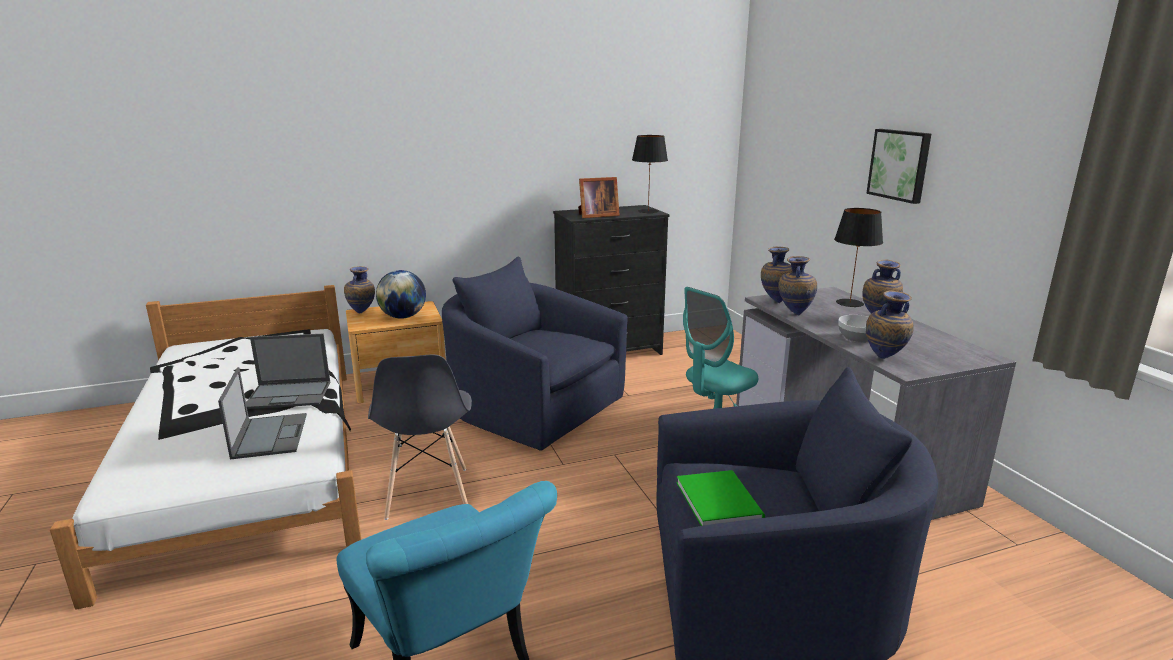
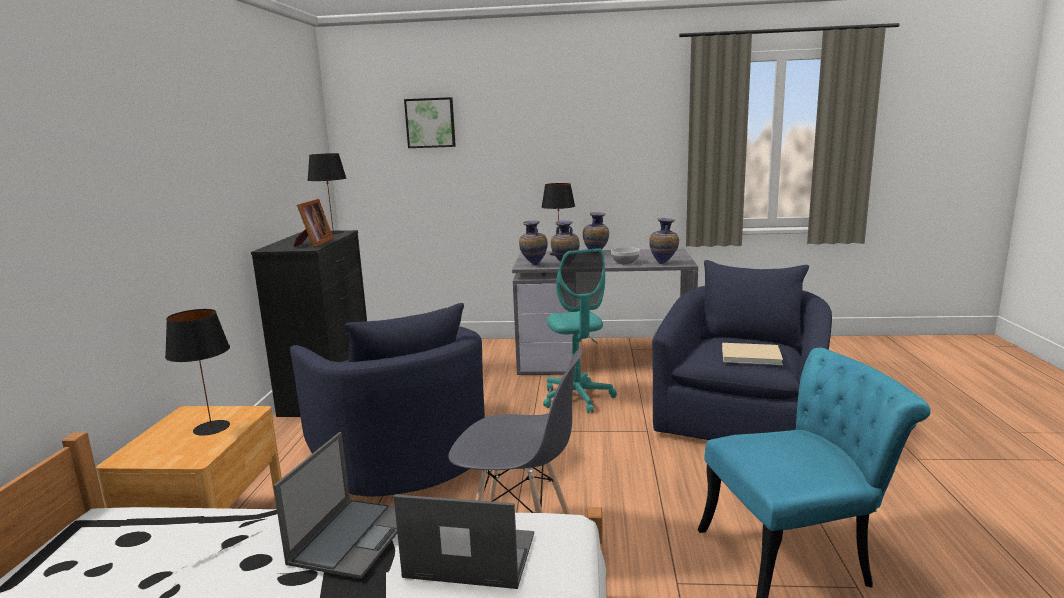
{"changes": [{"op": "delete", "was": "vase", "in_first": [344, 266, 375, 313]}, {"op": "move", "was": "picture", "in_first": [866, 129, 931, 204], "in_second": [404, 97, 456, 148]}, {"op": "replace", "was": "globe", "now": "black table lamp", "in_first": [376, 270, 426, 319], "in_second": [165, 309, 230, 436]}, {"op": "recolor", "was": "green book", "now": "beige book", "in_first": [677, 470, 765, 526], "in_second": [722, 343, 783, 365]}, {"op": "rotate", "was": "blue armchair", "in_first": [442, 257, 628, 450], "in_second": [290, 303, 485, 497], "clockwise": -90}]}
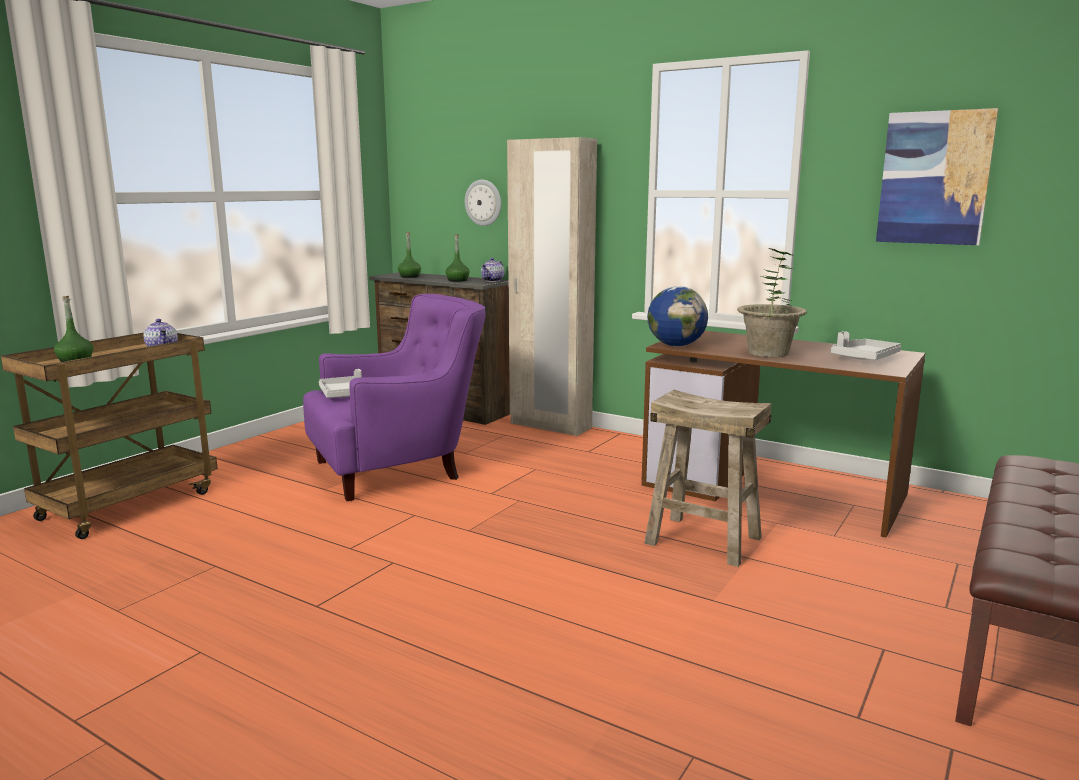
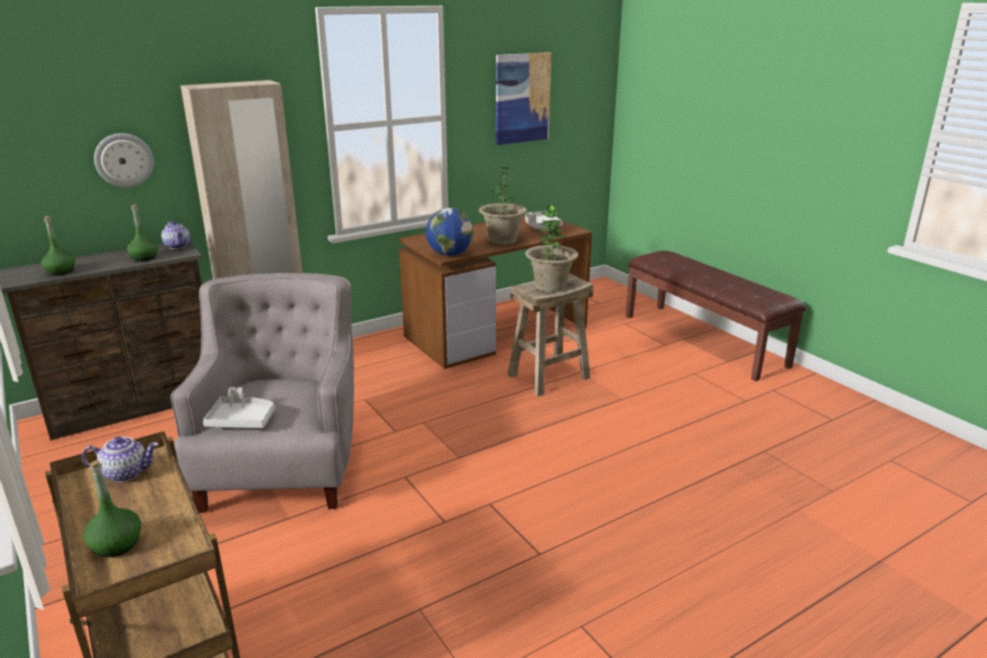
{"changes": [{"op": "insert", "now": "potted plant", "in_second": [525, 205, 579, 292]}, {"op": "recolor", "was": "purple armchair", "now": "grey armchair", "in_first": [303, 294, 486, 501], "in_second": [171, 273, 354, 513]}]}
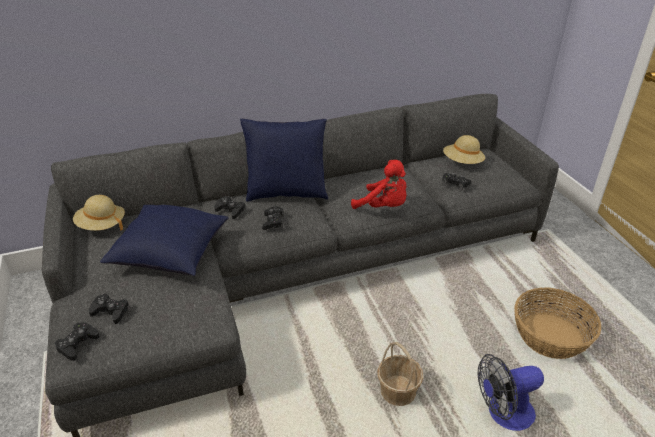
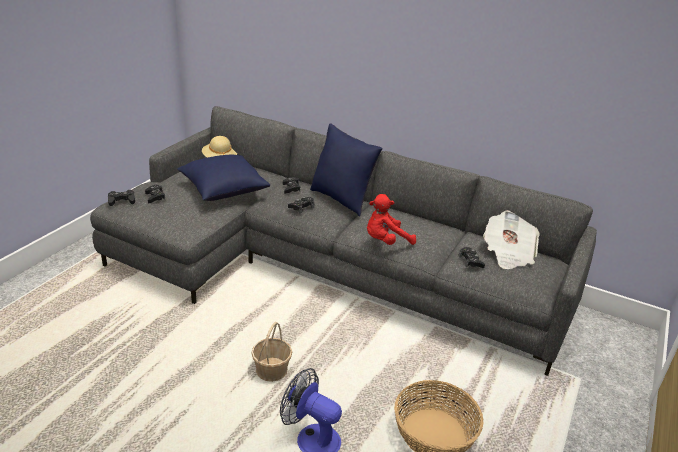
{"changes": [{"op": "replace", "was": "beige hat", "now": "newspaper", "in_first": [443, 135, 485, 164], "in_second": [483, 210, 540, 269]}, {"op": "rotate", "was": "red plush toy", "in_first": [351, 160, 406, 209], "in_second": [367, 194, 416, 245], "clockwise": 75}]}
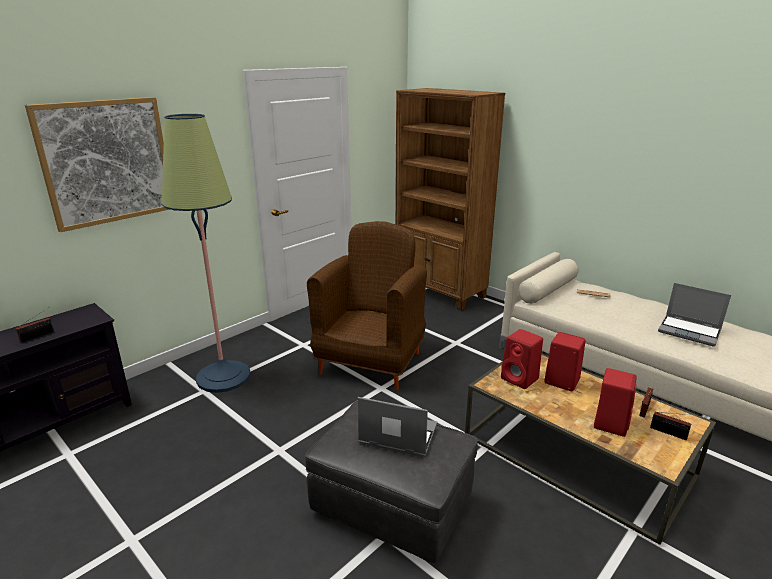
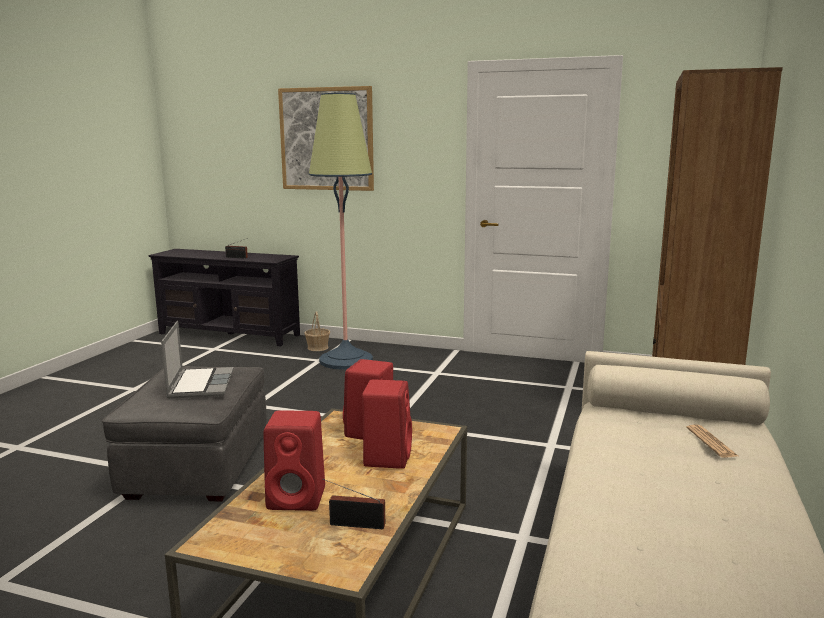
{"changes": [{"op": "delete", "was": "brown armchair", "in_first": [307, 221, 427, 391]}, {"op": "delete", "was": "radio", "in_first": [650, 412, 699, 440]}, {"op": "delete", "was": "laptop", "in_first": [658, 283, 731, 346]}, {"op": "insert", "now": "basket", "in_second": [304, 311, 330, 351]}]}
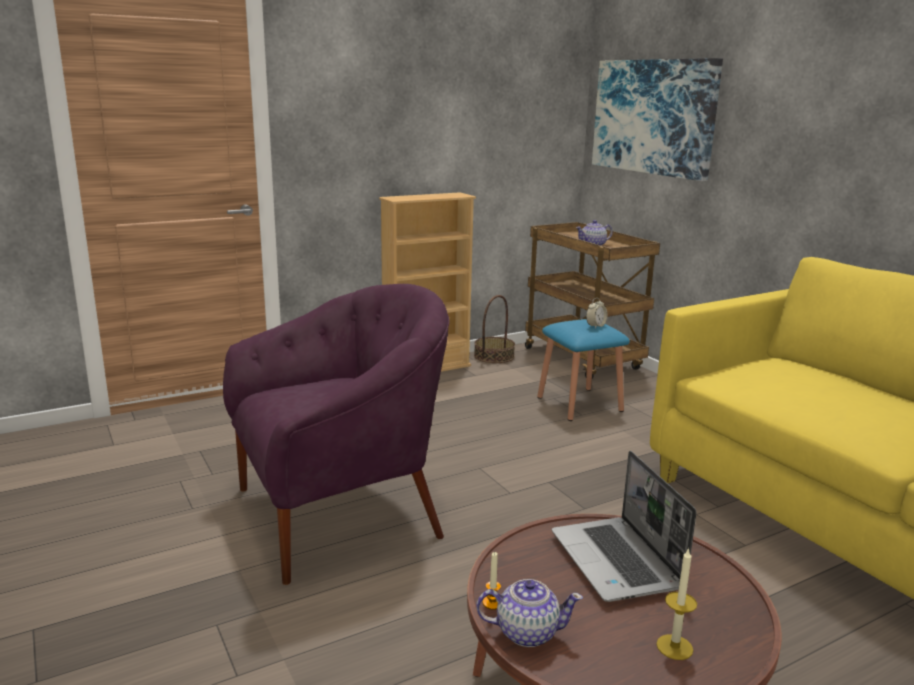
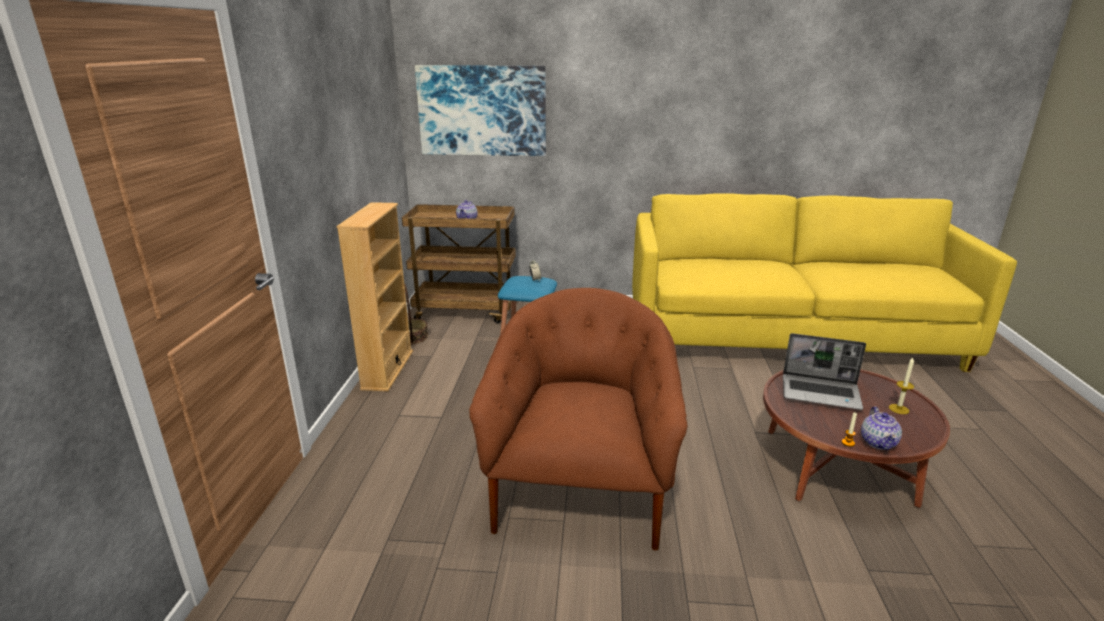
{"changes": [{"op": "recolor", "was": "purple armchair", "now": "brown armchair", "in_first": [223, 284, 449, 585], "in_second": [469, 288, 688, 550]}, {"op": "rotate", "was": "teapot", "in_first": [476, 579, 583, 647], "in_second": [861, 406, 902, 450], "clockwise": 150}]}
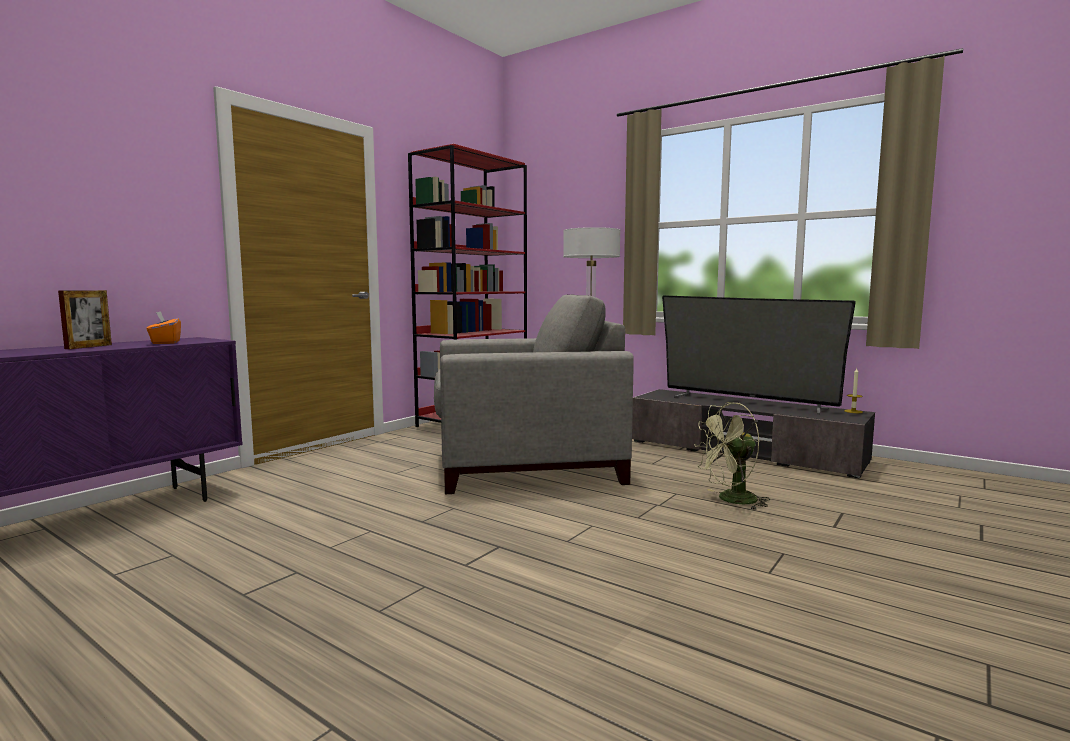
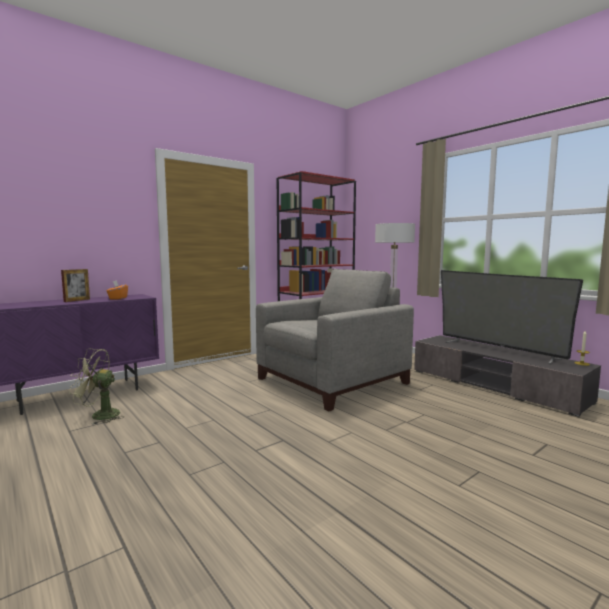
{"changes": [{"op": "move", "was": "green fan", "in_first": [694, 402, 770, 510], "in_second": [69, 349, 125, 425]}, {"op": "rotate", "was": "grey armchair", "in_first": [434, 295, 634, 494], "in_second": [256, 269, 414, 411], "clockwise": -45}]}
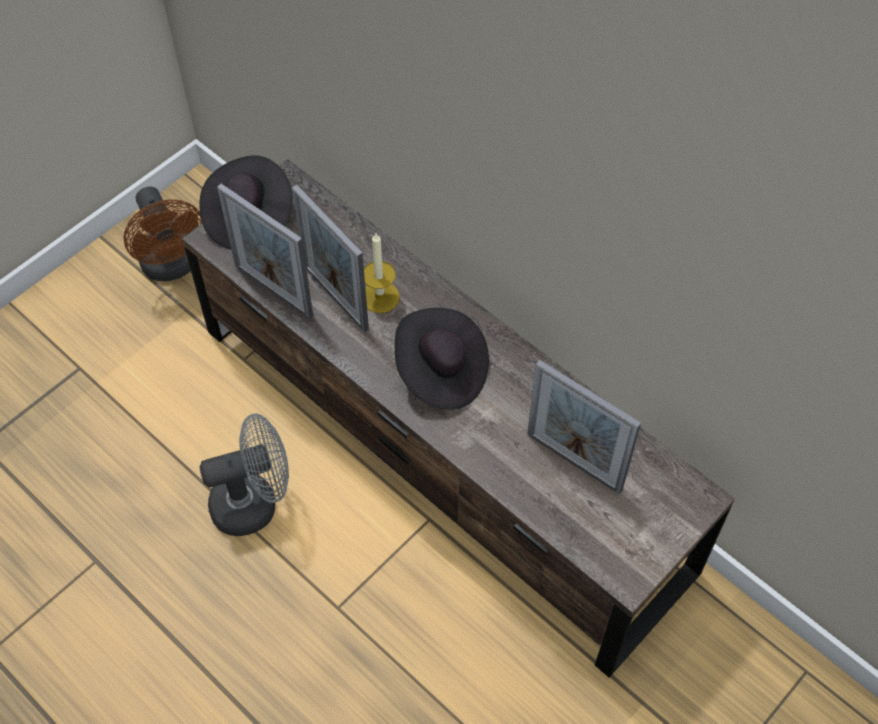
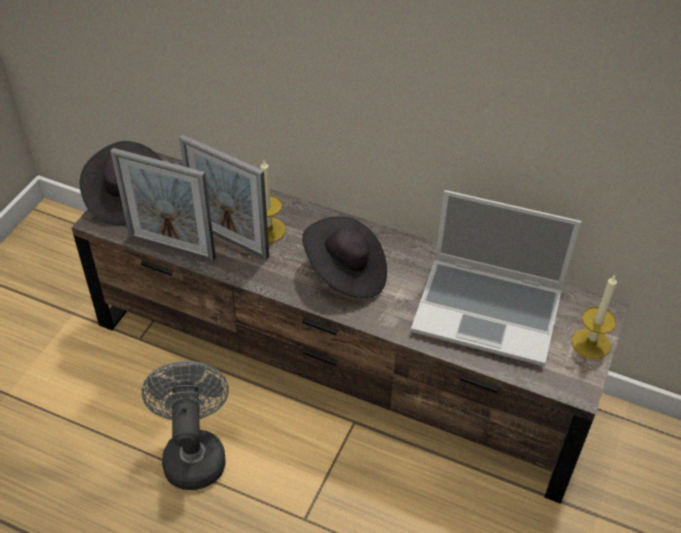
{"changes": [{"op": "delete", "was": "brown fan", "in_first": [124, 186, 202, 281]}, {"op": "insert", "now": "candle", "in_second": [572, 275, 617, 359]}, {"op": "replace", "was": "picture frame", "now": "laptop", "in_first": [527, 360, 641, 494], "in_second": [411, 190, 581, 366]}, {"op": "rotate", "was": "grey fan", "in_first": [199, 413, 289, 536], "in_second": [141, 361, 229, 490], "clockwise": -60}]}
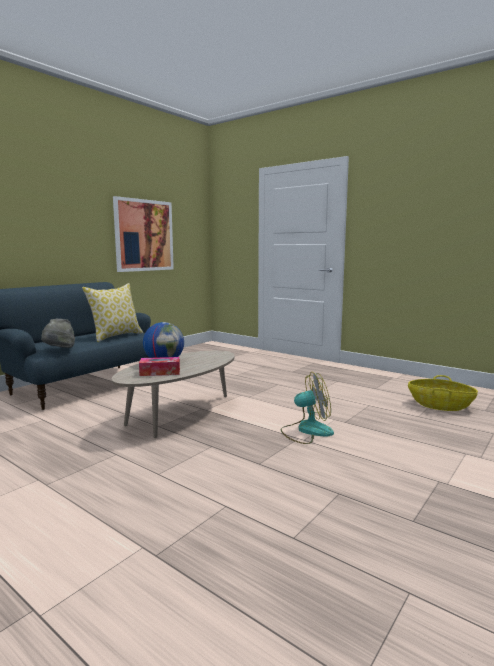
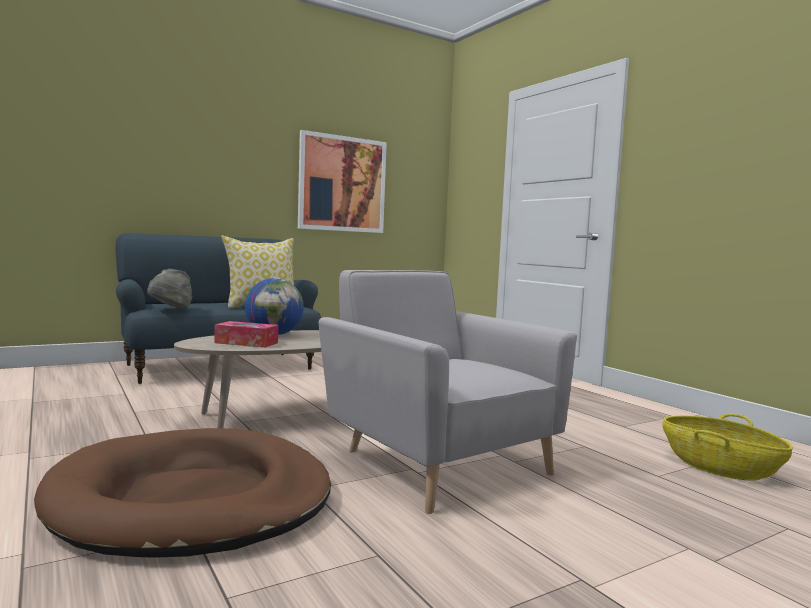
{"changes": [{"op": "insert", "now": "brown dog bed", "in_second": [34, 428, 331, 558]}, {"op": "replace", "was": "fan", "now": "grey armchair", "in_first": [281, 372, 334, 444], "in_second": [319, 270, 577, 514]}]}
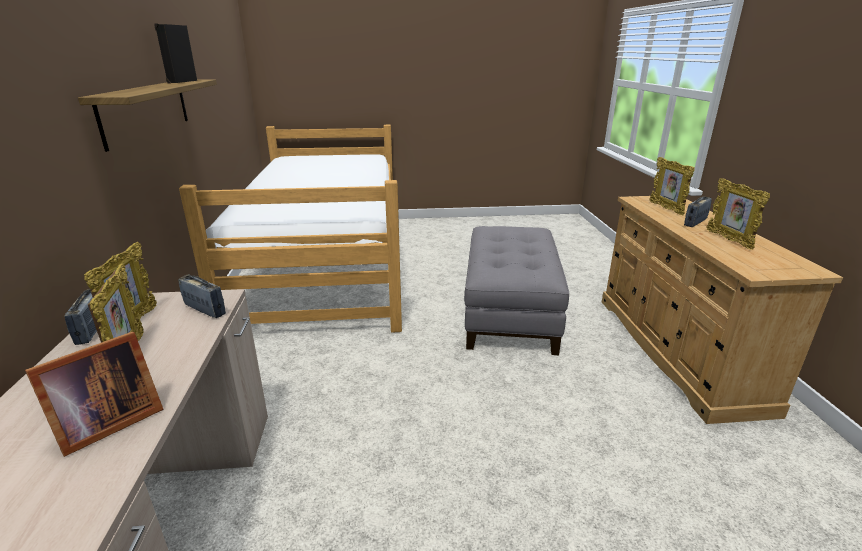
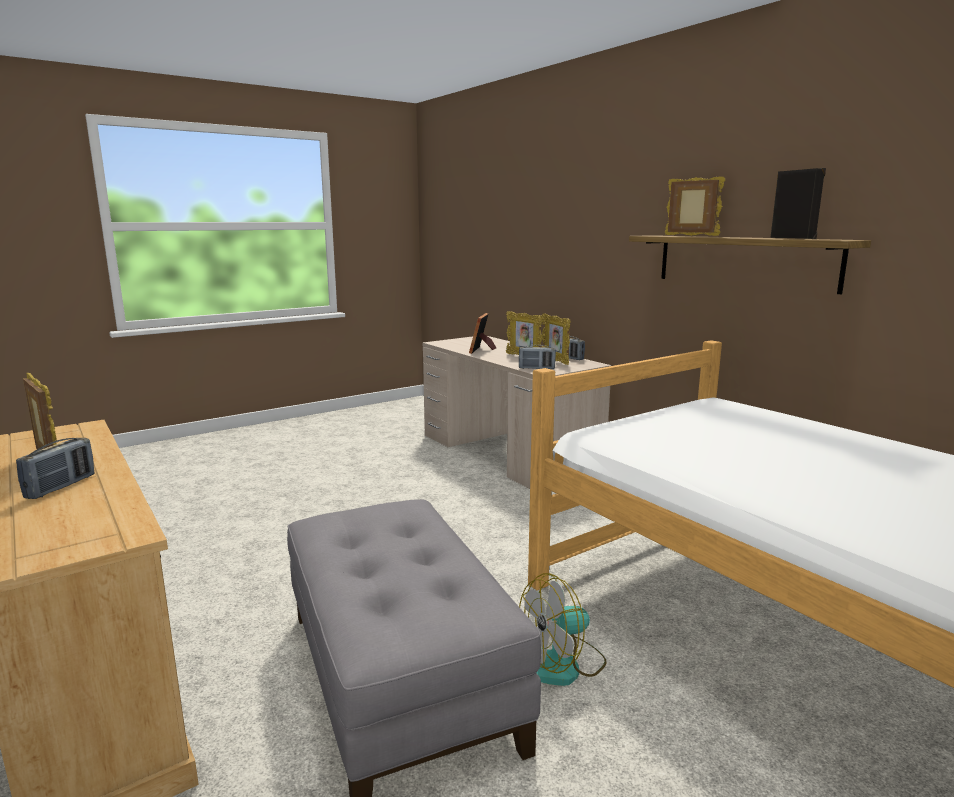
{"changes": [{"op": "insert", "now": "fan", "in_second": [519, 573, 606, 686]}, {"op": "move", "was": "picture frame", "in_first": [649, 157, 694, 215], "in_second": [665, 176, 725, 236]}]}
